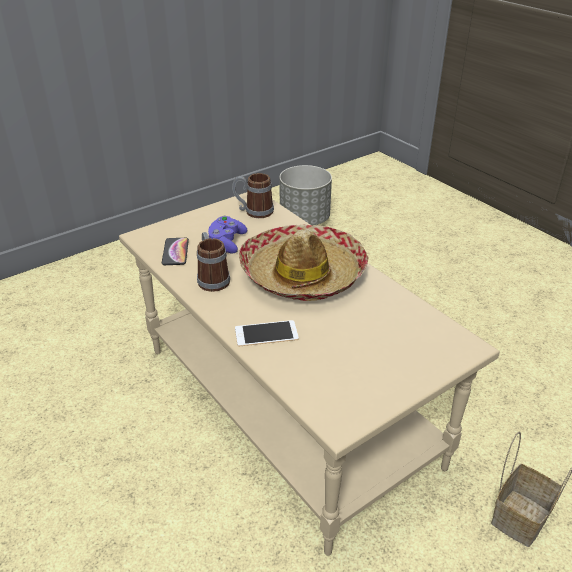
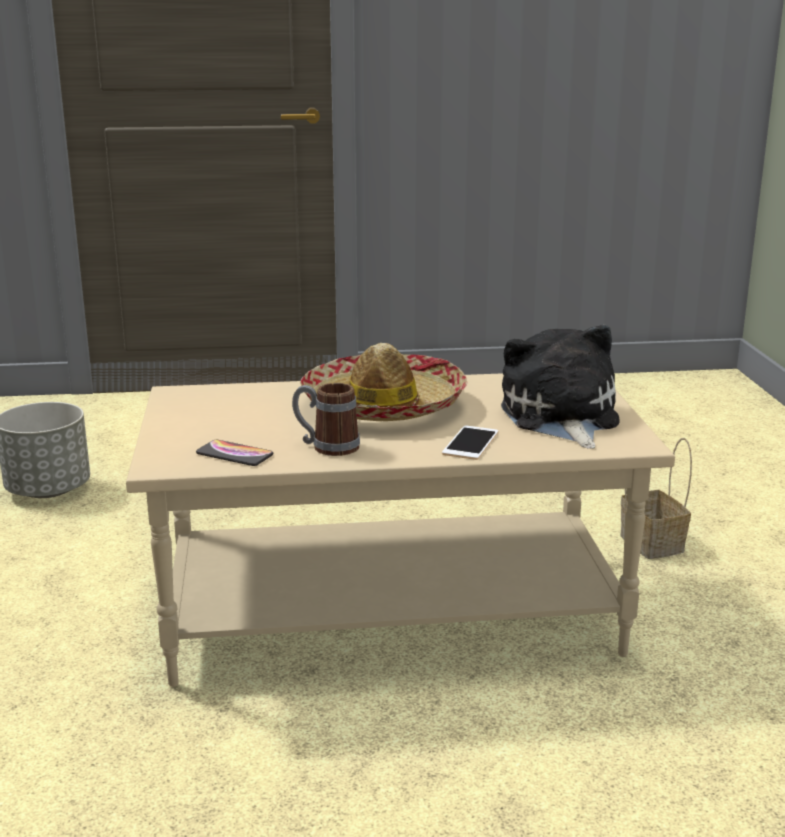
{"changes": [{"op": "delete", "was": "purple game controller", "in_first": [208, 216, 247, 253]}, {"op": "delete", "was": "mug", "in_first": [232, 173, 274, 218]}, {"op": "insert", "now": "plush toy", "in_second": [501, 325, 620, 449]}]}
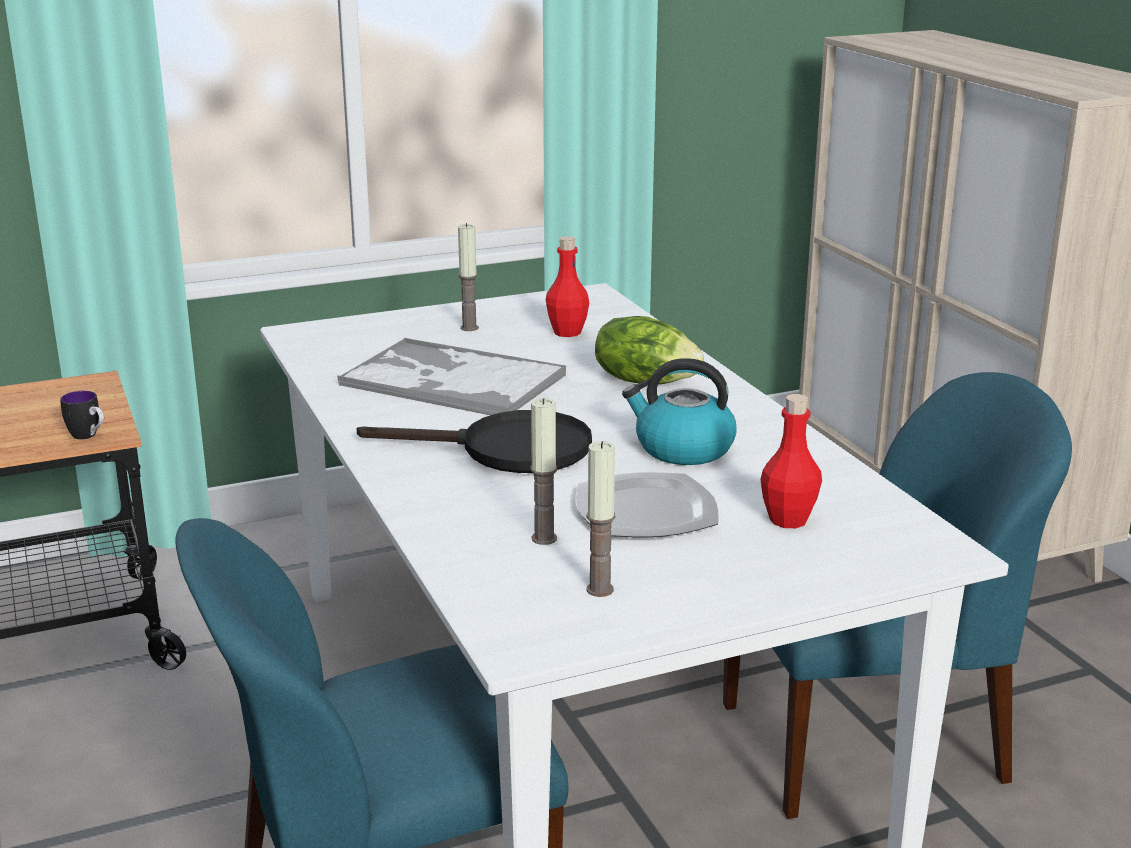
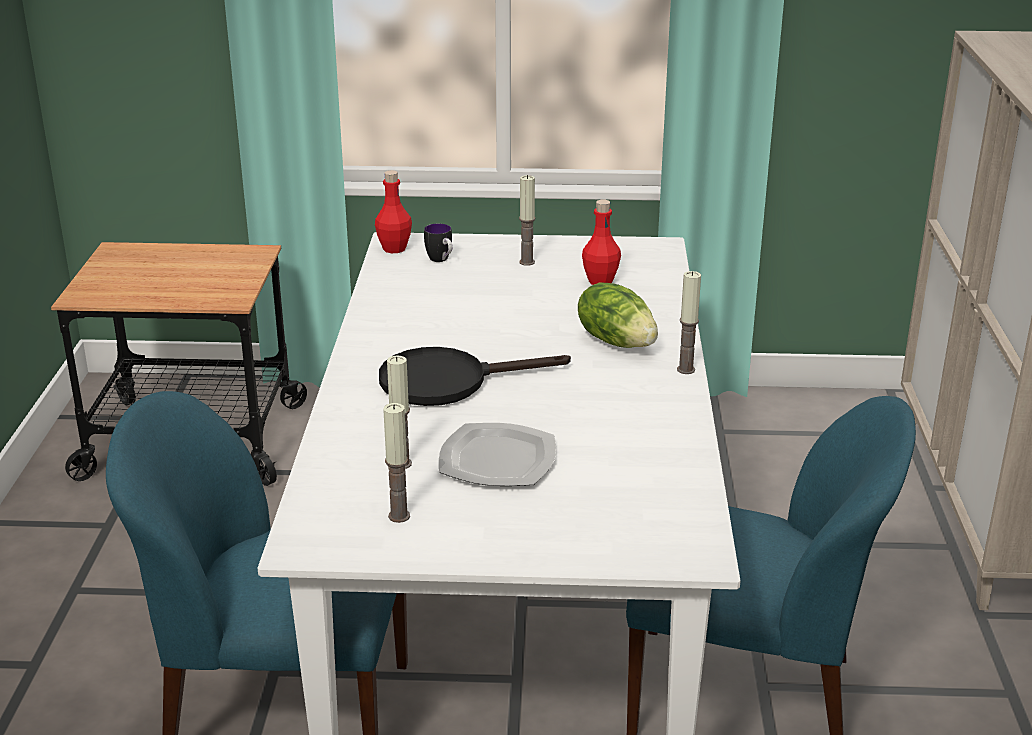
{"changes": [{"op": "delete", "was": "tray", "in_first": [337, 338, 566, 415]}, {"op": "delete", "was": "kettle", "in_first": [622, 358, 737, 465]}, {"op": "insert", "now": "candle", "in_second": [677, 271, 701, 374]}, {"op": "move", "was": "mug", "in_first": [60, 391, 104, 440], "in_second": [424, 223, 452, 262]}, {"op": "move", "was": "red bottle", "in_first": [760, 394, 822, 528], "in_second": [375, 170, 412, 253]}, {"op": "rotate", "was": "black frying pan", "in_first": [356, 410, 592, 473], "in_second": [379, 347, 571, 406], "clockwise": 135}]}
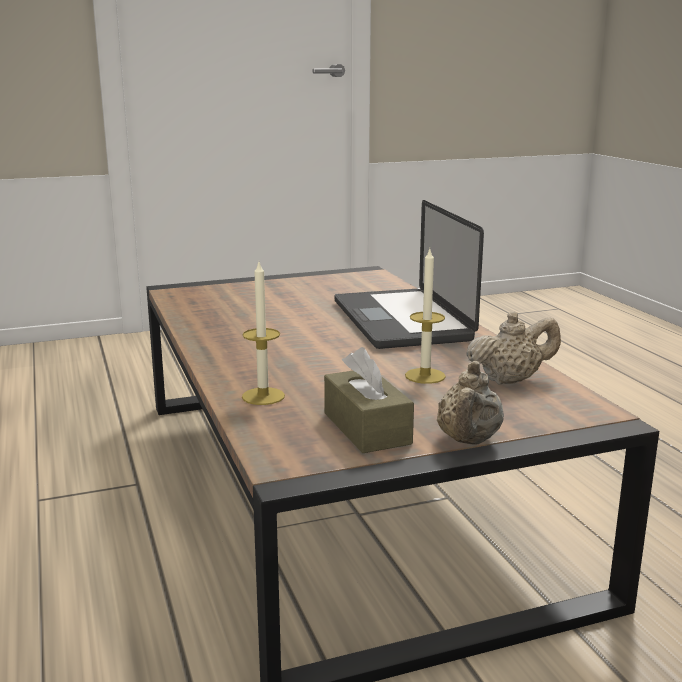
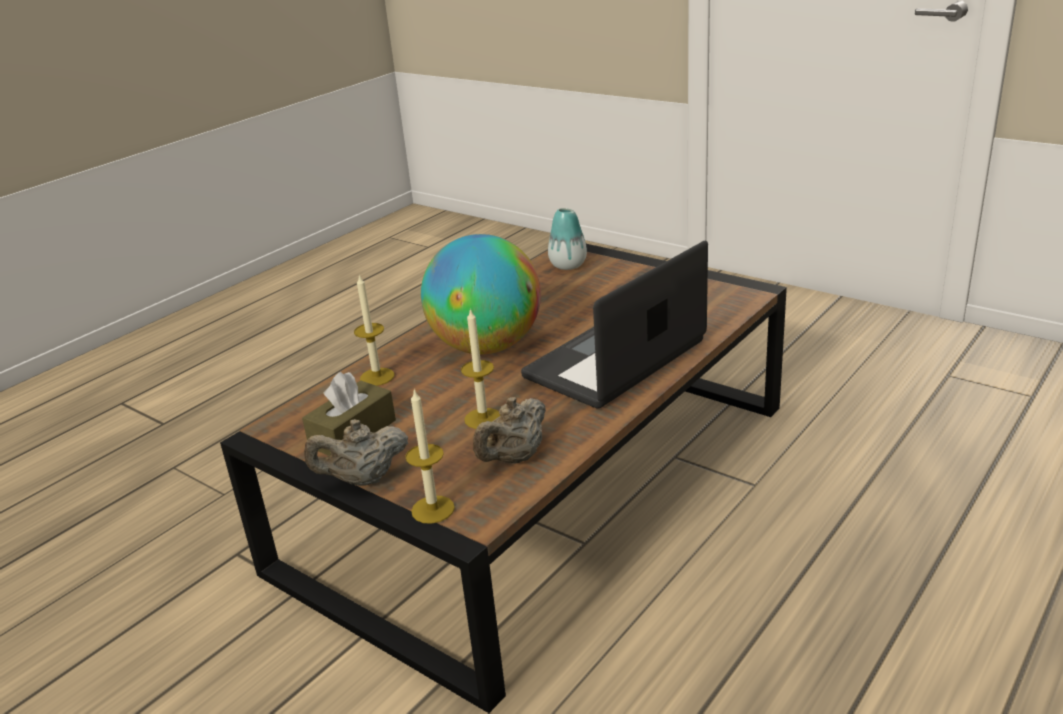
{"changes": [{"op": "insert", "now": "candle", "in_second": [405, 389, 455, 524]}, {"op": "insert", "now": "globe", "in_second": [421, 234, 541, 354]}, {"op": "insert", "now": "vase", "in_second": [548, 208, 587, 270]}, {"op": "rotate", "was": "beige teapot", "in_first": [466, 312, 561, 384], "in_second": [473, 397, 546, 464], "clockwise": 90}]}
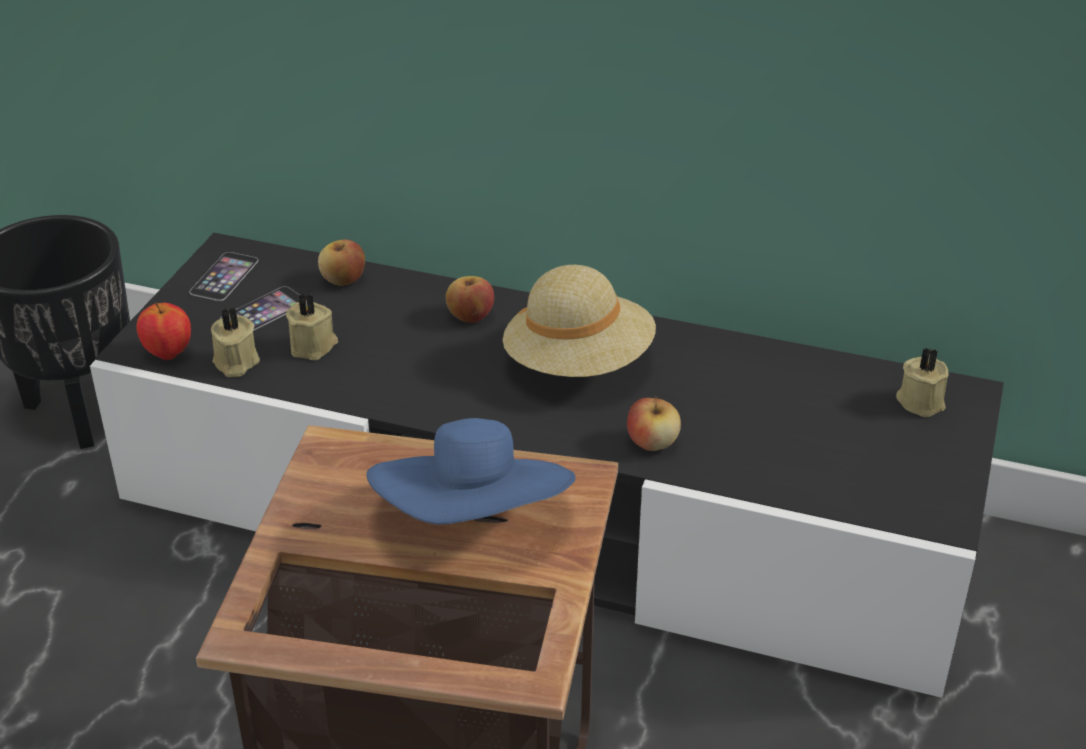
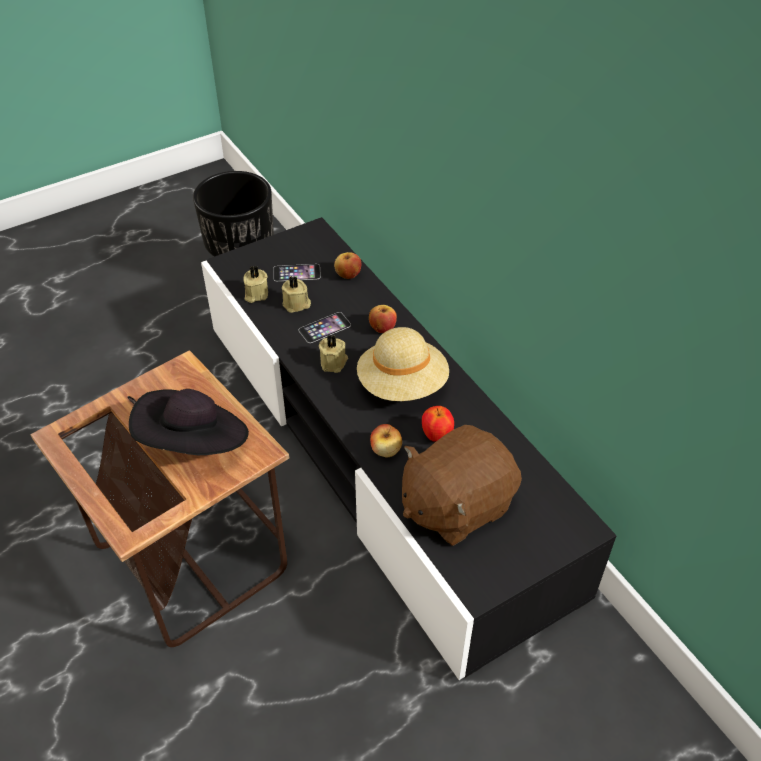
{"changes": [{"op": "insert", "now": "brown plush toy", "in_second": [402, 425, 522, 546]}, {"op": "move", "was": "apple", "in_first": [136, 302, 191, 360], "in_second": [422, 406, 454, 442]}, {"op": "move", "was": "phone", "in_first": [189, 252, 258, 301], "in_second": [298, 312, 351, 343]}, {"op": "move", "was": "beige candle", "in_first": [896, 347, 949, 417], "in_second": [319, 335, 348, 373]}, {"op": "recolor", "was": "blue hat", "now": "black hat", "in_first": [366, 418, 576, 525], "in_second": [129, 389, 249, 455]}]}
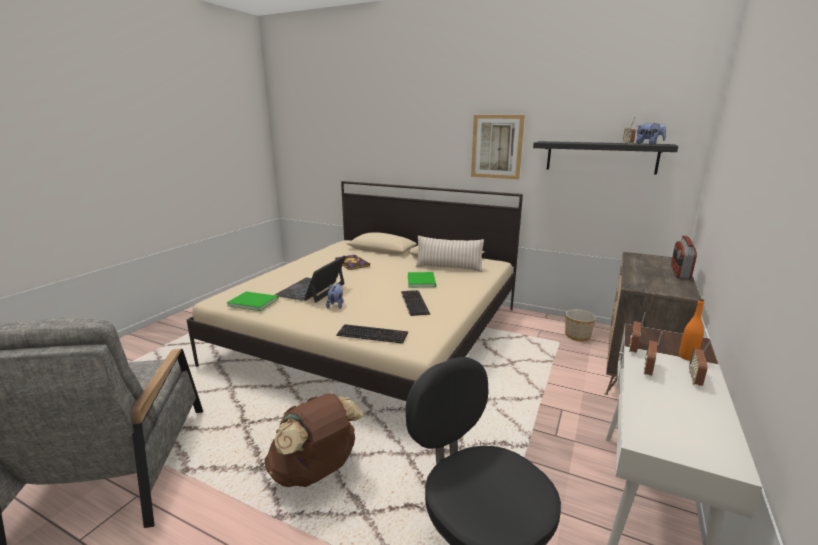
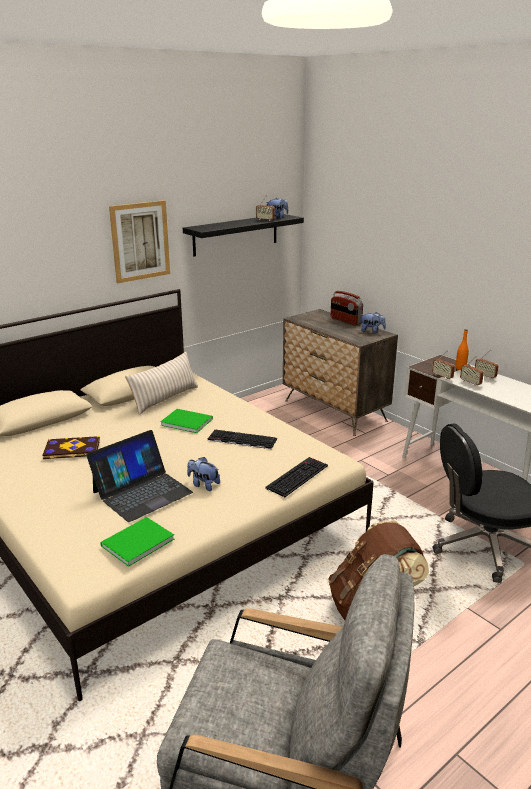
{"changes": [{"op": "delete", "was": "planter", "in_first": [565, 309, 596, 341]}, {"op": "insert", "now": "plush toy", "in_second": [361, 312, 386, 333]}, {"op": "rotate", "was": "laptop", "in_first": [275, 256, 346, 303], "in_second": [86, 430, 193, 522], "clockwise": -90}]}
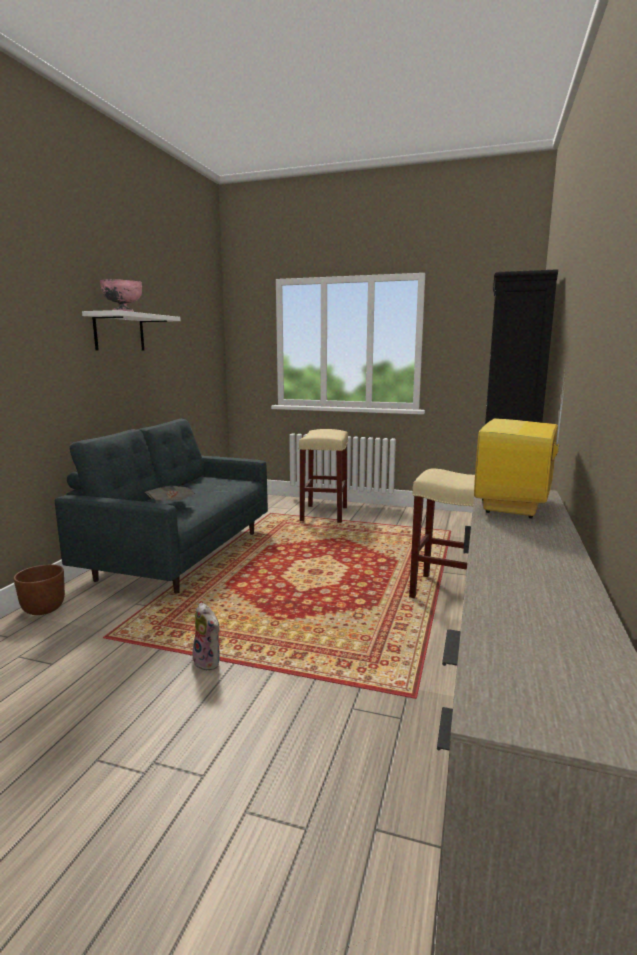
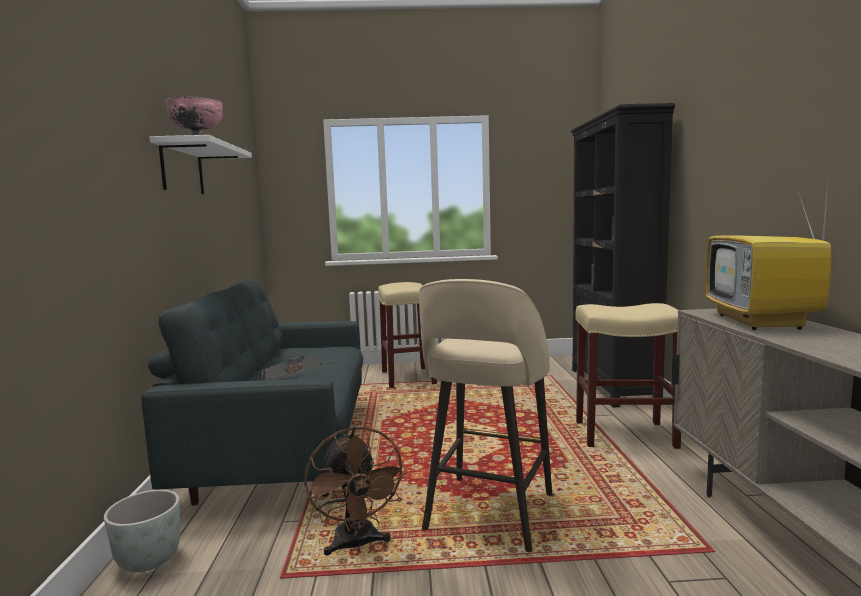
{"changes": [{"op": "delete", "was": "plush toy", "in_first": [193, 603, 220, 671]}, {"op": "insert", "now": "brown fan", "in_second": [304, 426, 407, 555]}, {"op": "insert", "now": "beige stool", "in_second": [419, 279, 552, 552]}, {"op": "recolor", "was": "brown planter", "now": "grey planter", "in_first": [13, 564, 65, 615], "in_second": [104, 490, 180, 572]}]}
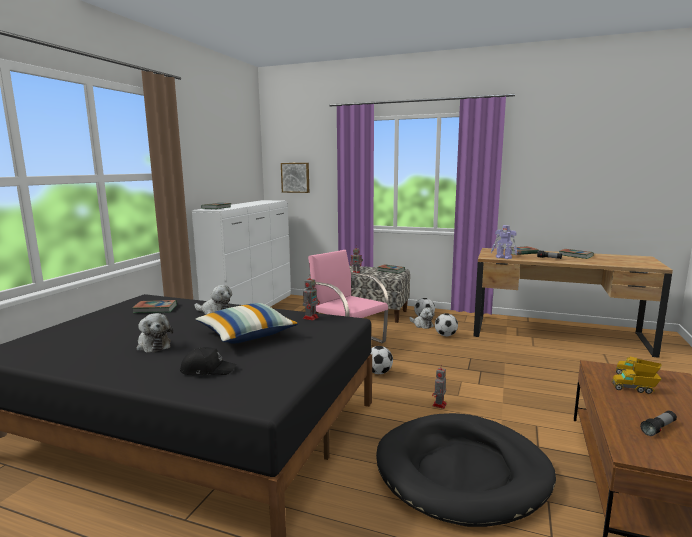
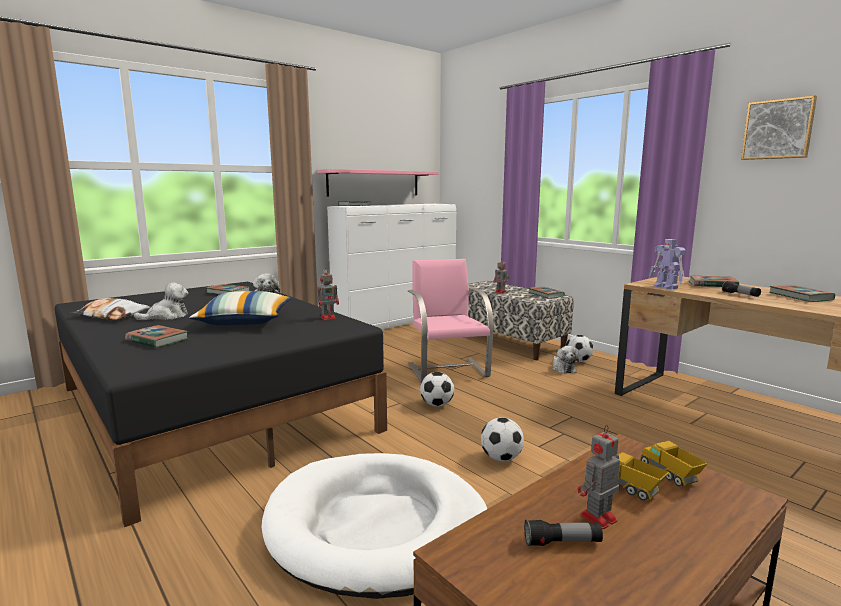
{"changes": [{"op": "insert", "now": "pillow", "in_second": [70, 298, 150, 320]}, {"op": "insert", "now": "pink shelf", "in_second": [317, 169, 438, 196]}, {"op": "move", "was": "picture", "in_first": [281, 163, 309, 193], "in_second": [741, 95, 817, 160]}, {"op": "move", "was": "toy robot", "in_first": [432, 365, 447, 409], "in_second": [578, 425, 620, 530]}, {"op": "move", "was": "football", "in_first": [435, 313, 458, 337], "in_second": [481, 417, 524, 461]}, {"op": "replace", "was": "black cap", "now": "book", "in_first": [180, 347, 237, 375], "in_second": [125, 325, 188, 348]}, {"op": "recolor", "was": "black dog bed", "now": "white dog bed", "in_first": [376, 413, 556, 527], "in_second": [261, 453, 488, 599]}, {"op": "rotate", "was": "plush toy", "in_first": [136, 313, 173, 353], "in_second": [134, 283, 188, 320], "clockwise": -120}]}
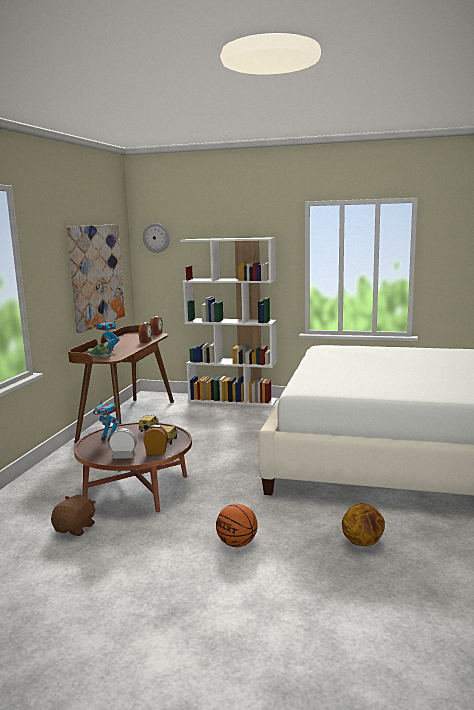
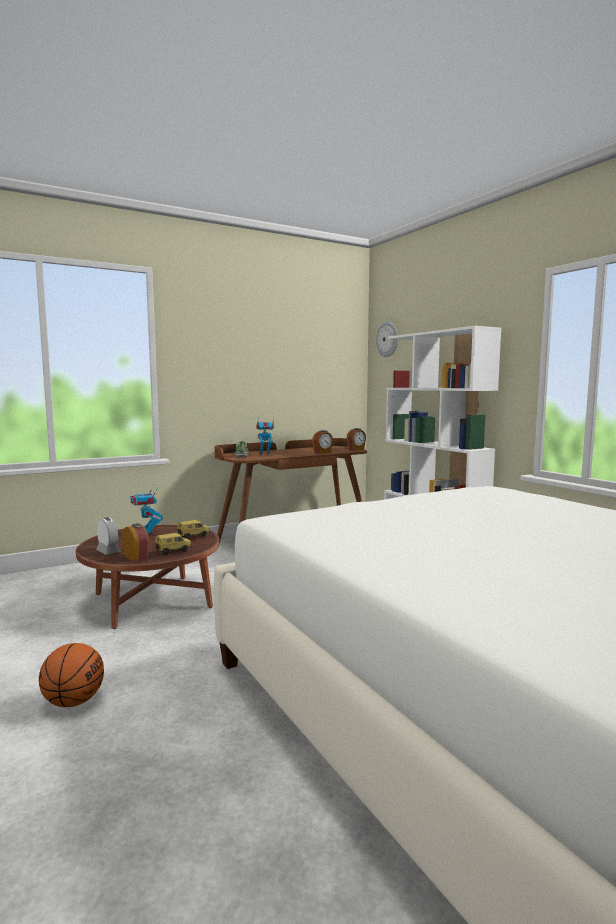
{"changes": [{"op": "delete", "was": "brown plush toy", "in_first": [51, 495, 96, 536]}, {"op": "delete", "was": "picture", "in_first": [67, 224, 125, 333]}, {"op": "delete", "was": "basketball", "in_first": [342, 503, 385, 546]}]}
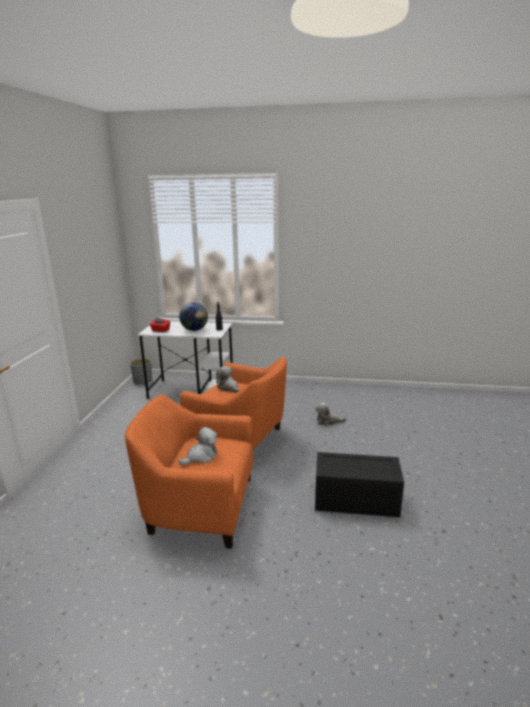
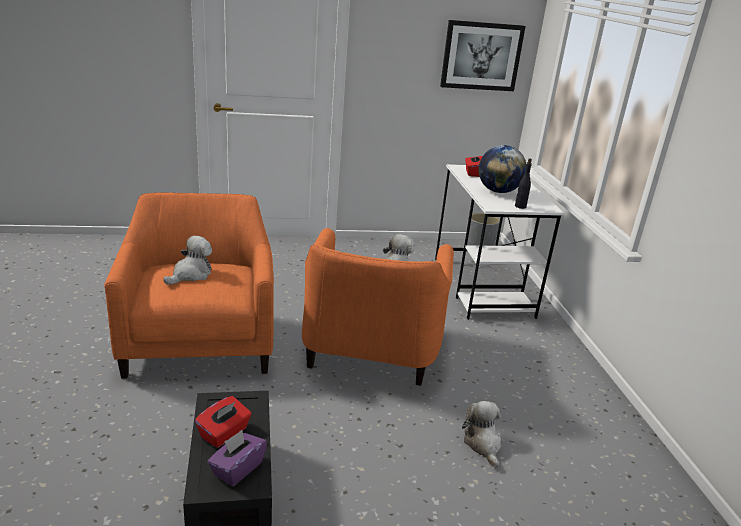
{"changes": [{"op": "insert", "now": "red tissue box", "in_second": [195, 396, 252, 448]}, {"op": "insert", "now": "purple tissue box", "in_second": [208, 430, 267, 486]}, {"op": "insert", "now": "picture", "in_second": [440, 20, 526, 91]}, {"op": "rotate", "was": "plush toy", "in_first": [178, 427, 217, 465], "in_second": [163, 236, 212, 285], "clockwise": -90}]}
